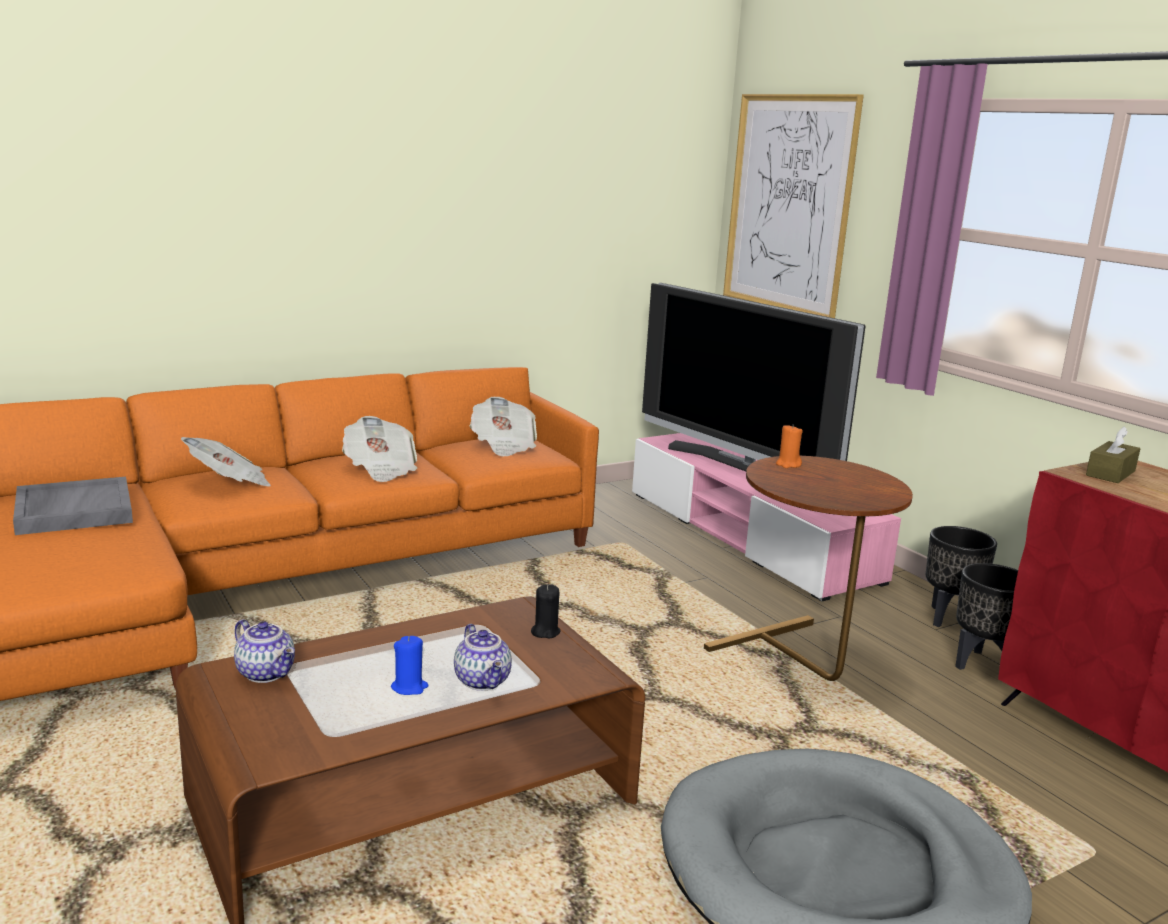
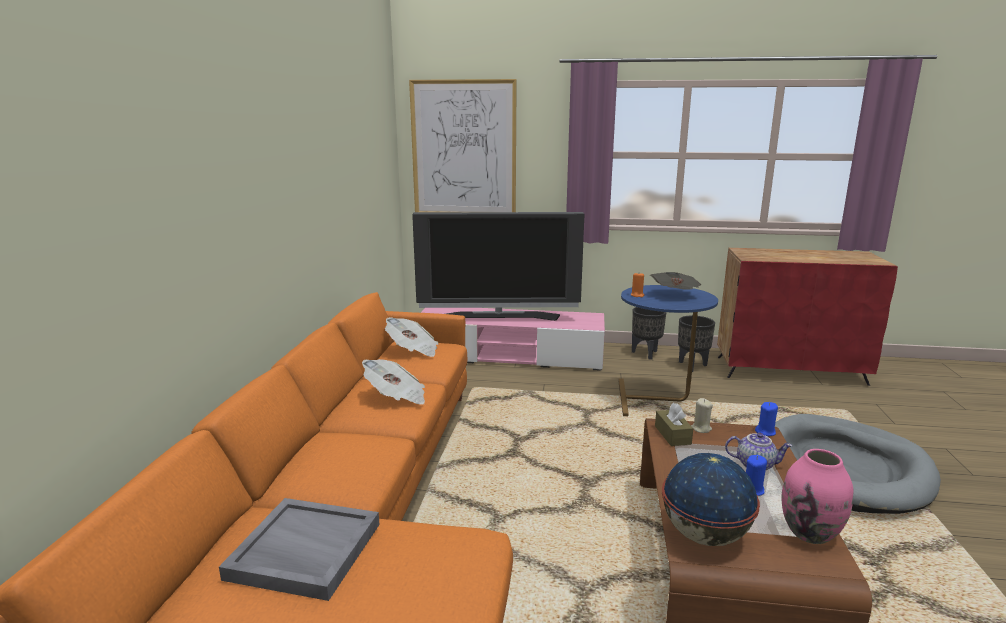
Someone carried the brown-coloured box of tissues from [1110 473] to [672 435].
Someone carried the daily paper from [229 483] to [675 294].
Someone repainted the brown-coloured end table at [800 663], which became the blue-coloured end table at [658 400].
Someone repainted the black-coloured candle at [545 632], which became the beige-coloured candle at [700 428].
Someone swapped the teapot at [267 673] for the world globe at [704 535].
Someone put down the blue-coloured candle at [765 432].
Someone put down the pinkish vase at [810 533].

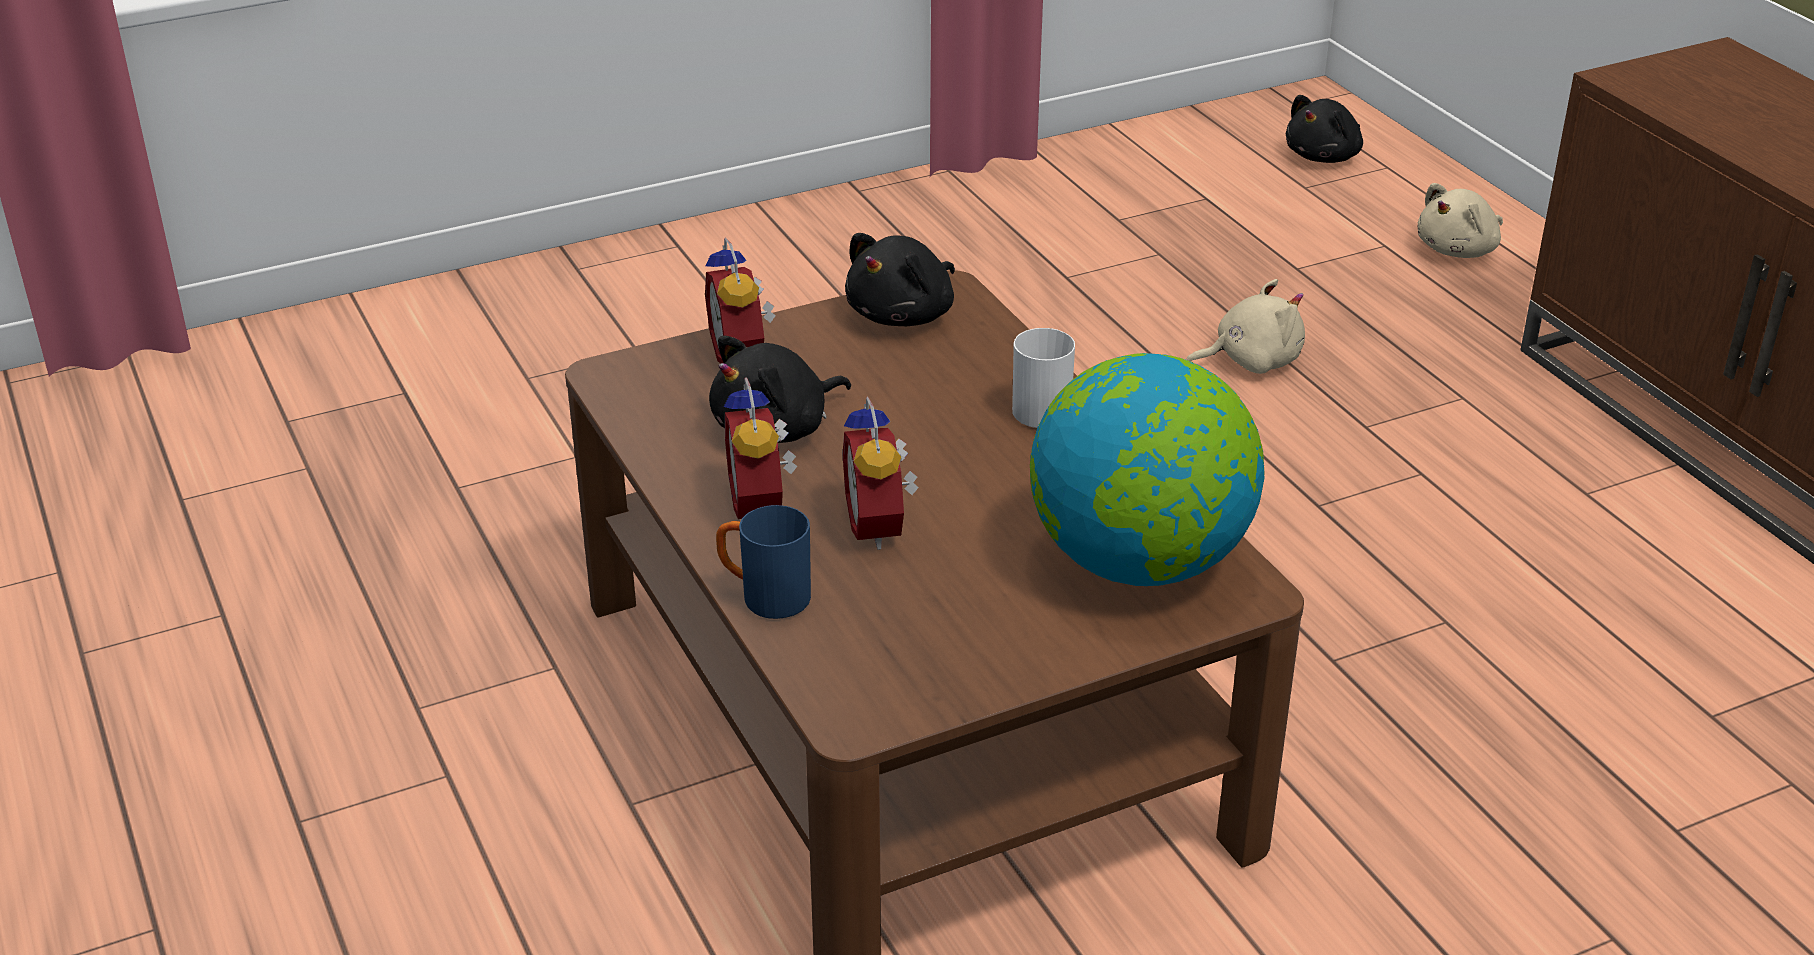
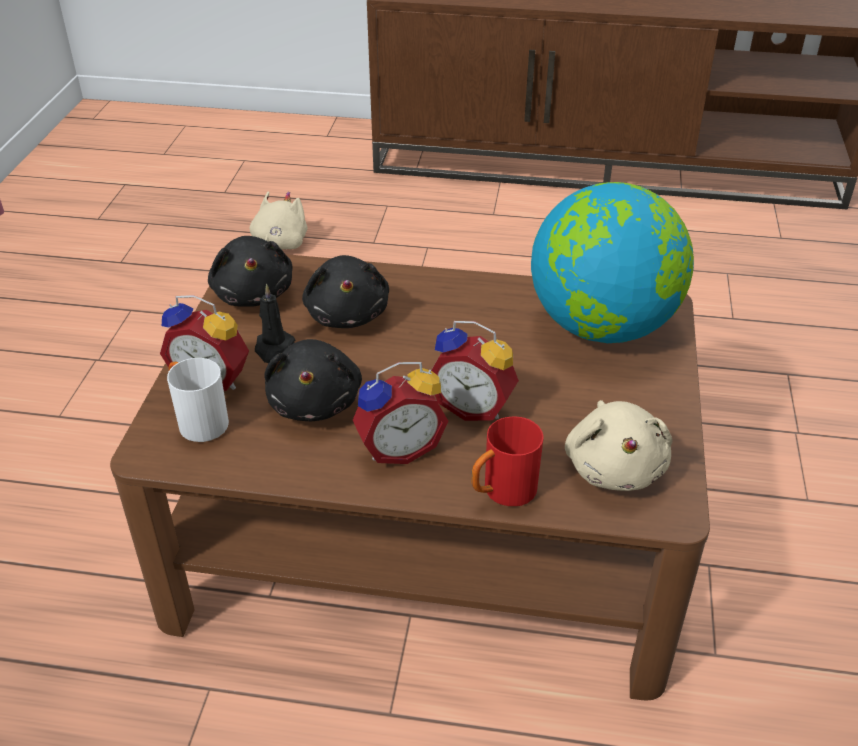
Someone carried the black-coloured cuddly toy from [1324 156] to [347 314].
Someone carried the beige-coloured cuddly toy from [1459 250] to [614 466].
Someone carried the white tea mug from [1043 406] to [197 421].
Someone rotated the table clock at [763 506] by 45 degrees counterclockwise.
Someone repainted the blue-coloured tea mug at [764 596], which became the reddish tea mug at [502 493].
Someone put down the black-coloured candle at [274 348].

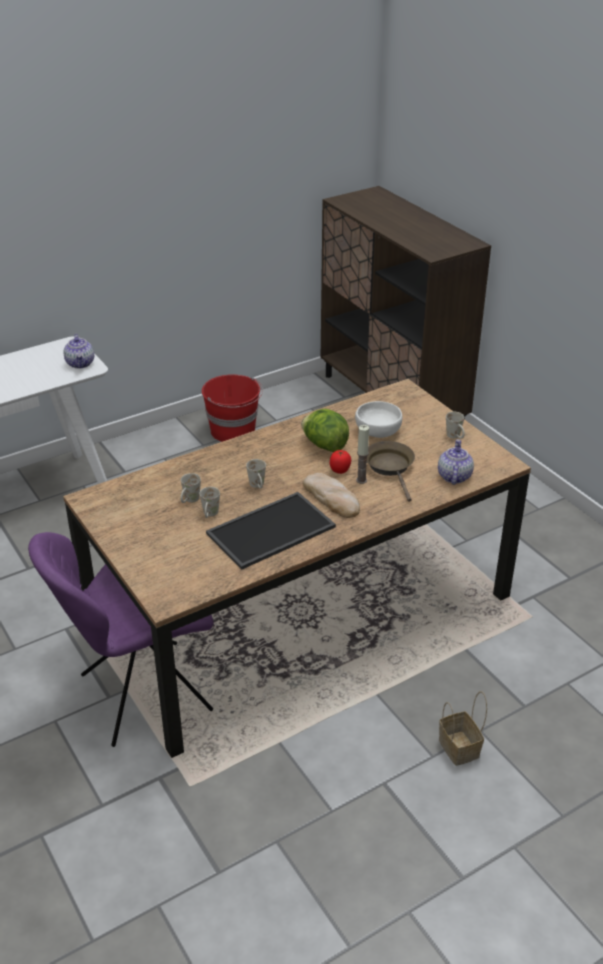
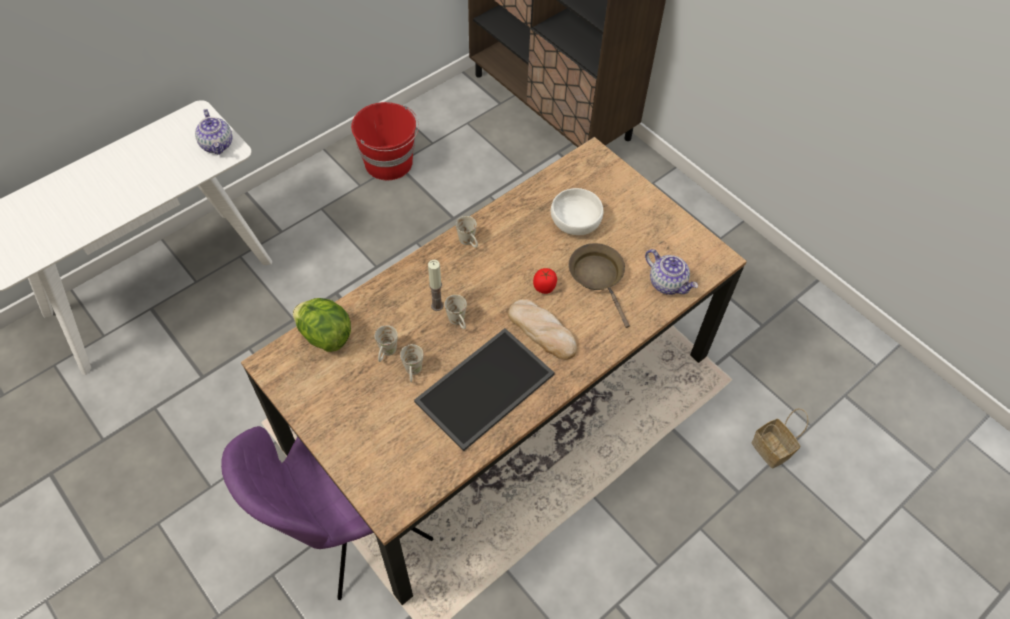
Someone carried the head of lettuce from [324 445] to [325 335].
Someone carried the white tea mug from [455 437] to [469 242].
Someone carried the candle from [361 480] to [437 306].
Someone rotated the teapot at [453 476] by 135 degrees clockwise.
Someone carried the basket from [460 749] to [772 450].

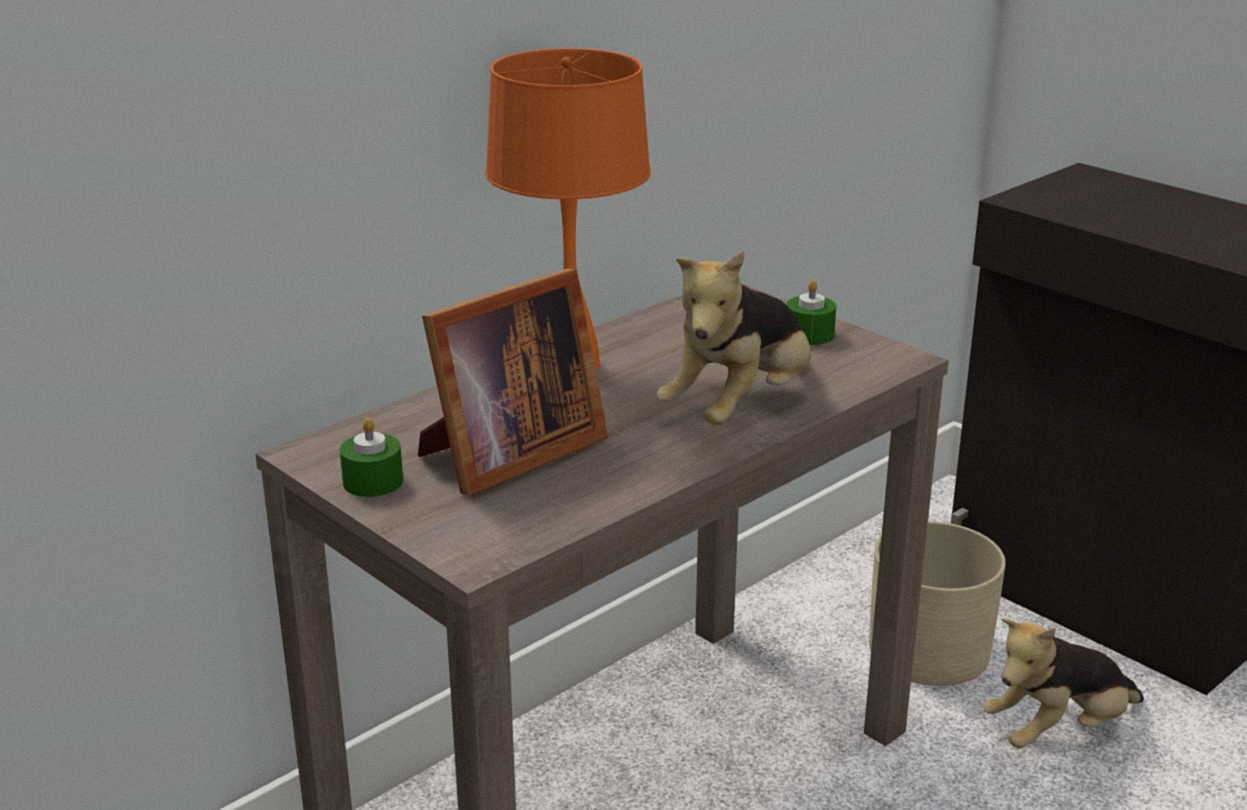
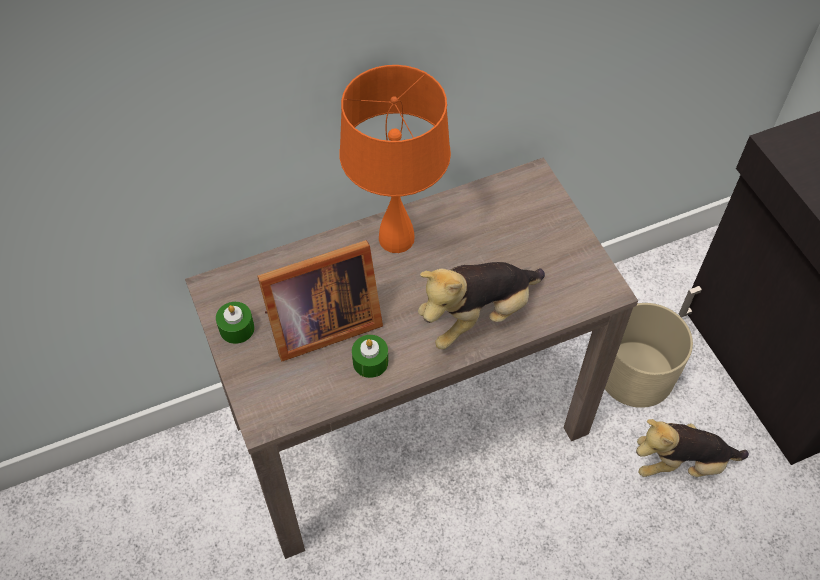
Someone carried the green-coloured candle from [809 334] to [370 362].

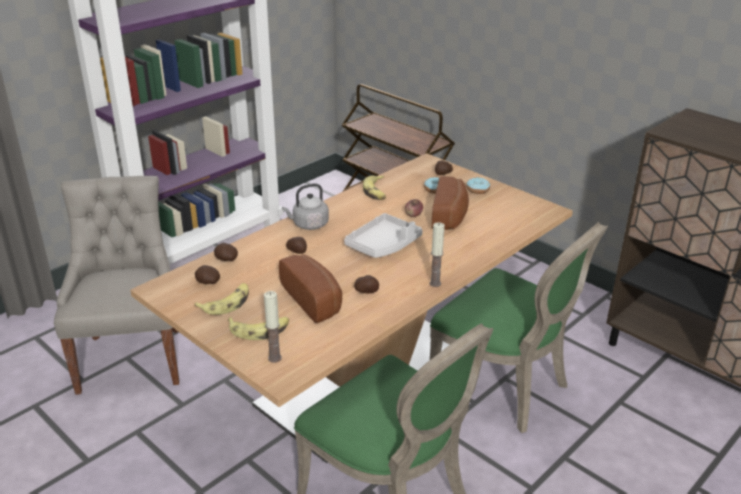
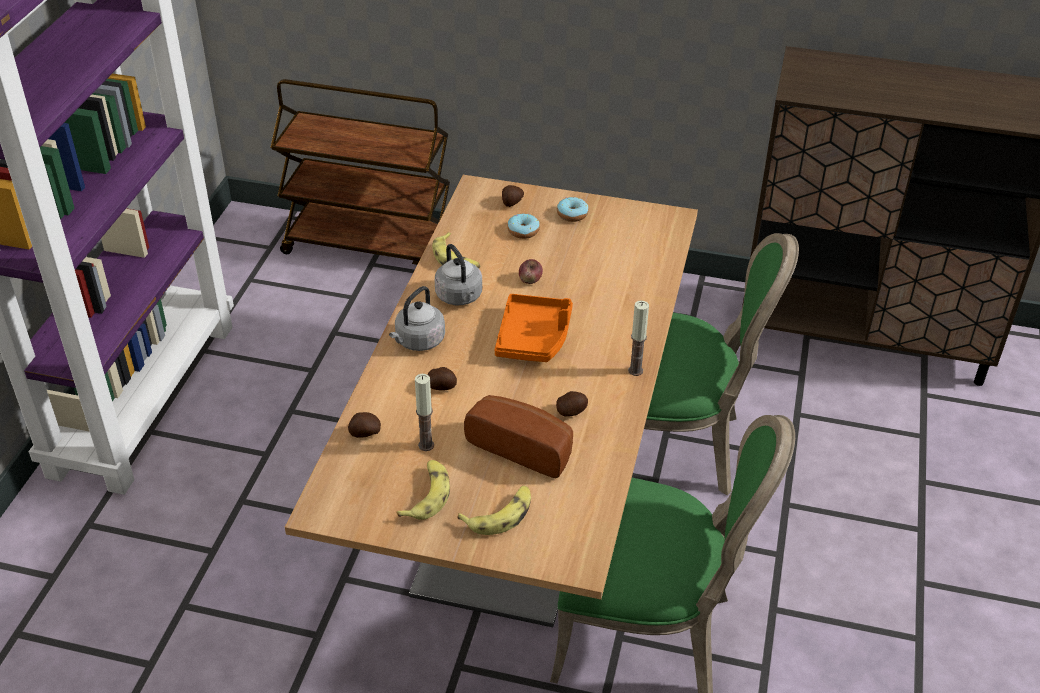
Someone took away the greyish upright chair at [132 357].
Someone took away the bread at [450 215].
Someone repainted the greyish serving tray at [384 245], which became the orange-coloured serving tray at [534 338].
Someone took away the spud at [208 282].
Someone carried the candle from [274 358] to [426 445].
Someone put down the greyish water kettle at [460 297].

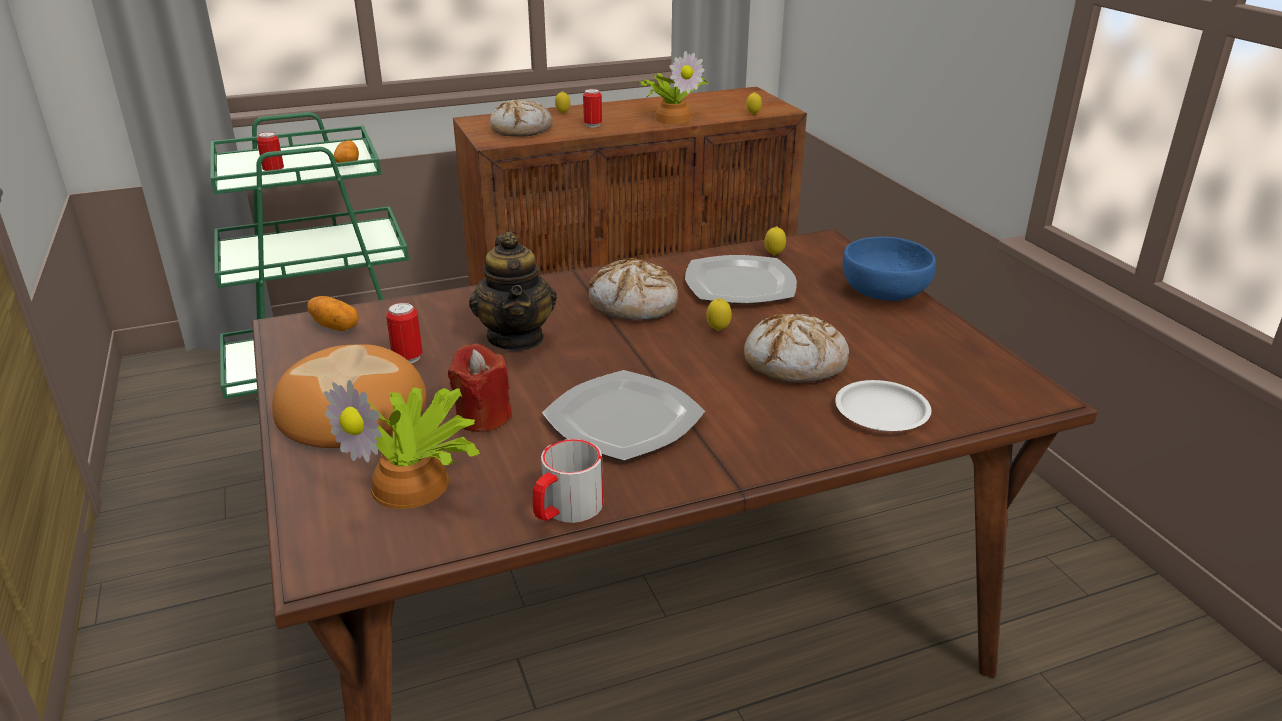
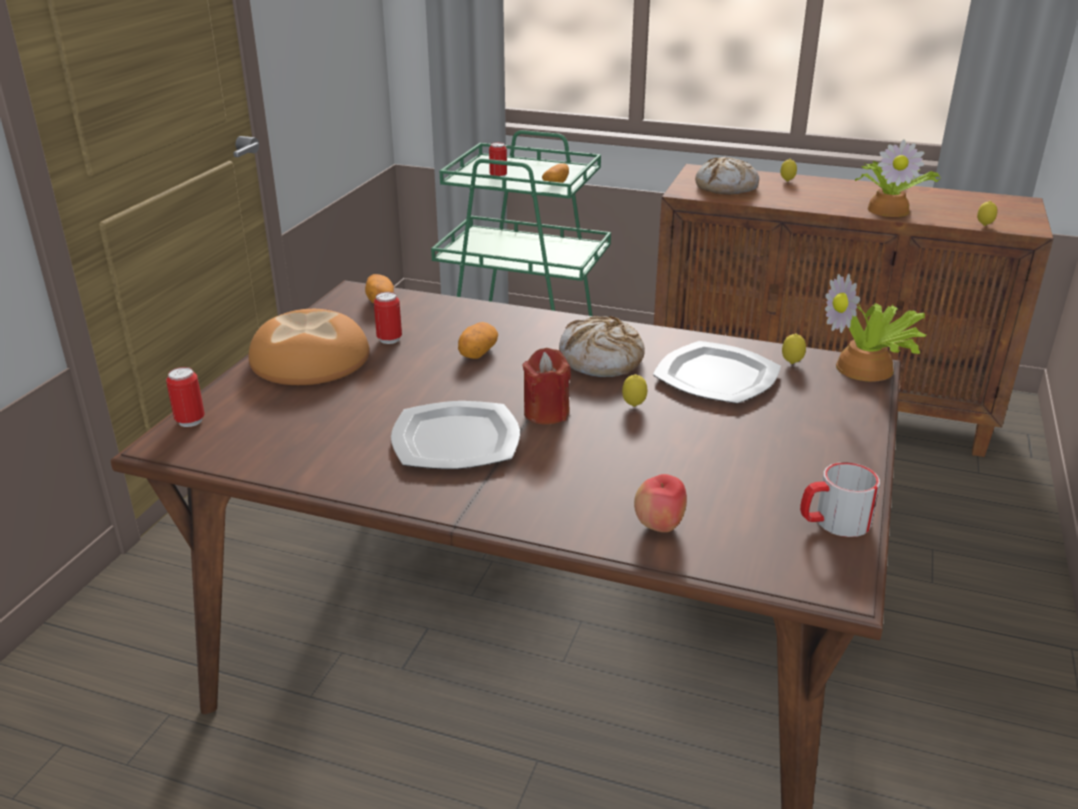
Someone carried the sealed can from [593 125] to [190 421].
Someone swapped the teapot at [516 338] for the spud at [477 353].
Someone took away the blue-coloured bowl at [883 291].
Someone took away the bread at [795 362].
Someone carried the reddish candle from [483 417] to [546 413].
Someone carried the potted plant from [416 483] to [868 369].
Someone swapped the white flat dish at [882 412] for the apple fruit at [659 527].
Someone carried the tea mug from [565 509] to [833 522].

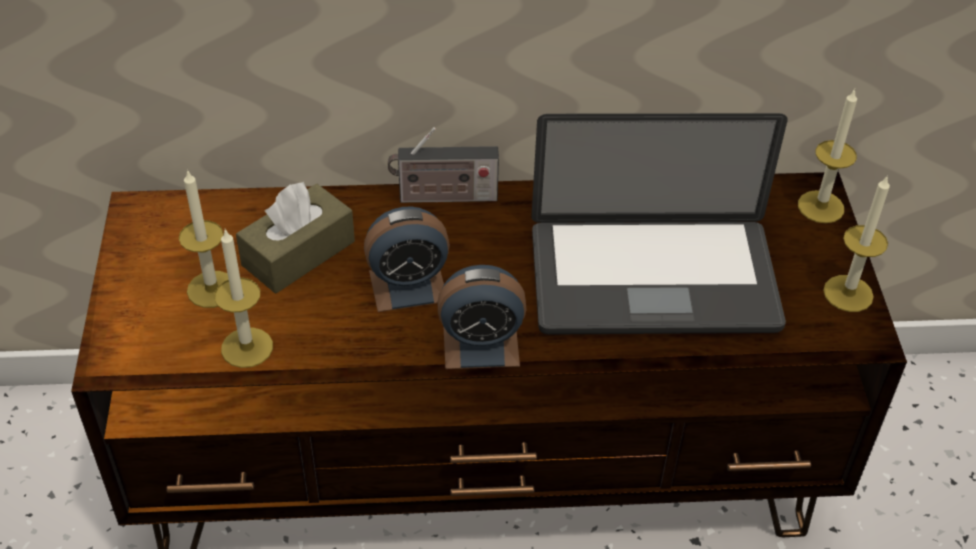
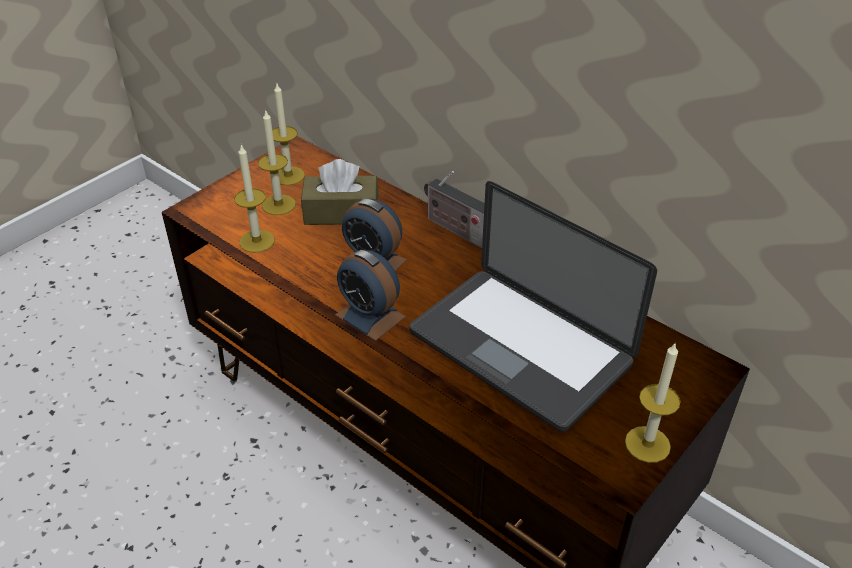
Someone carried the candle from [820 207] to [288 176].

